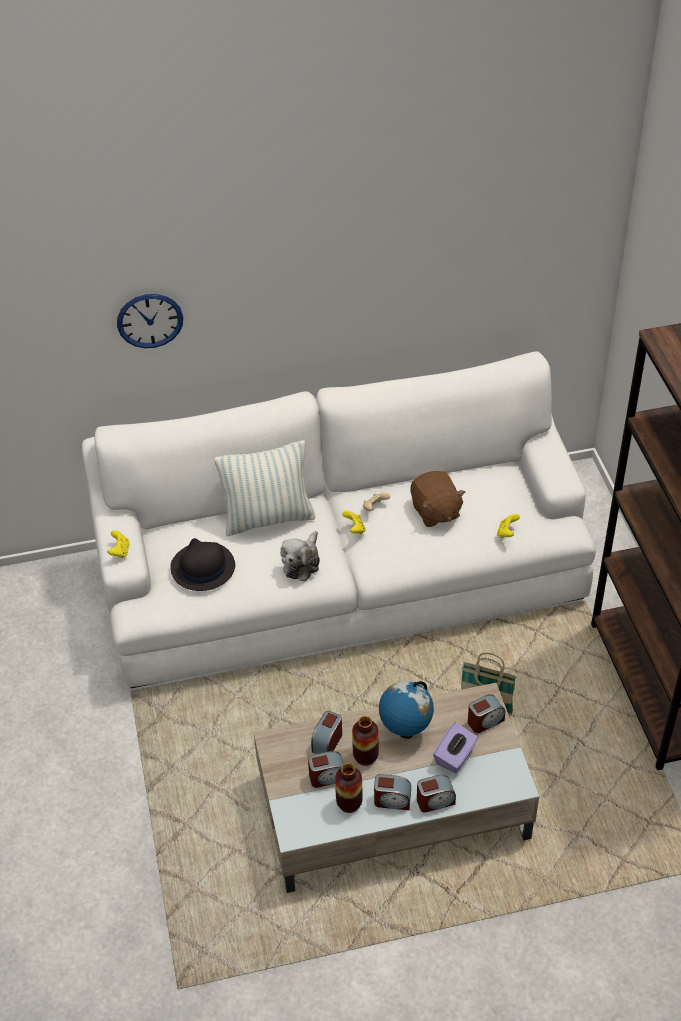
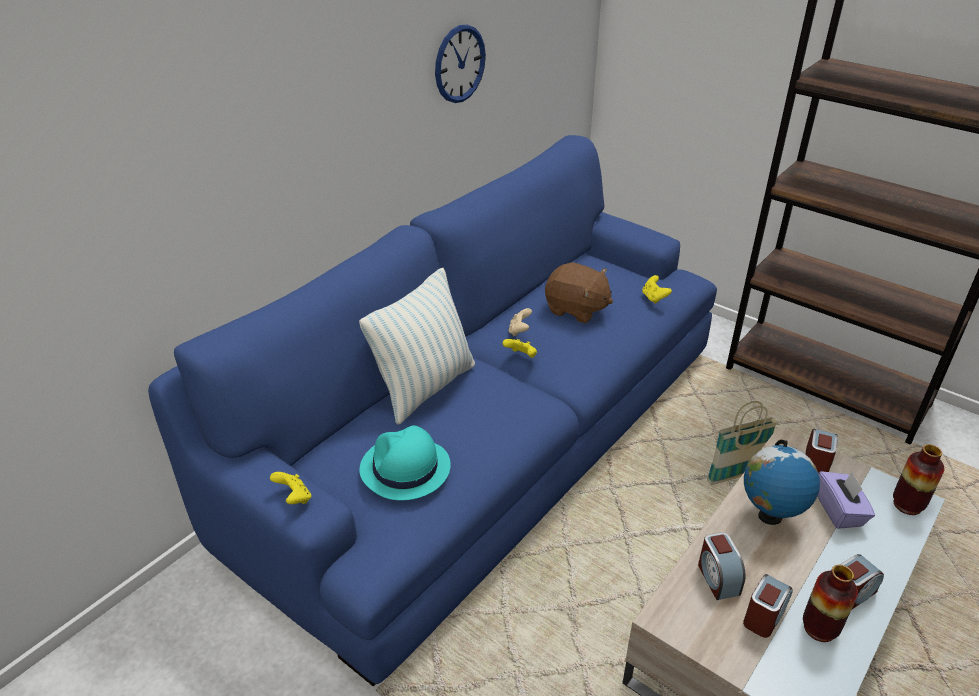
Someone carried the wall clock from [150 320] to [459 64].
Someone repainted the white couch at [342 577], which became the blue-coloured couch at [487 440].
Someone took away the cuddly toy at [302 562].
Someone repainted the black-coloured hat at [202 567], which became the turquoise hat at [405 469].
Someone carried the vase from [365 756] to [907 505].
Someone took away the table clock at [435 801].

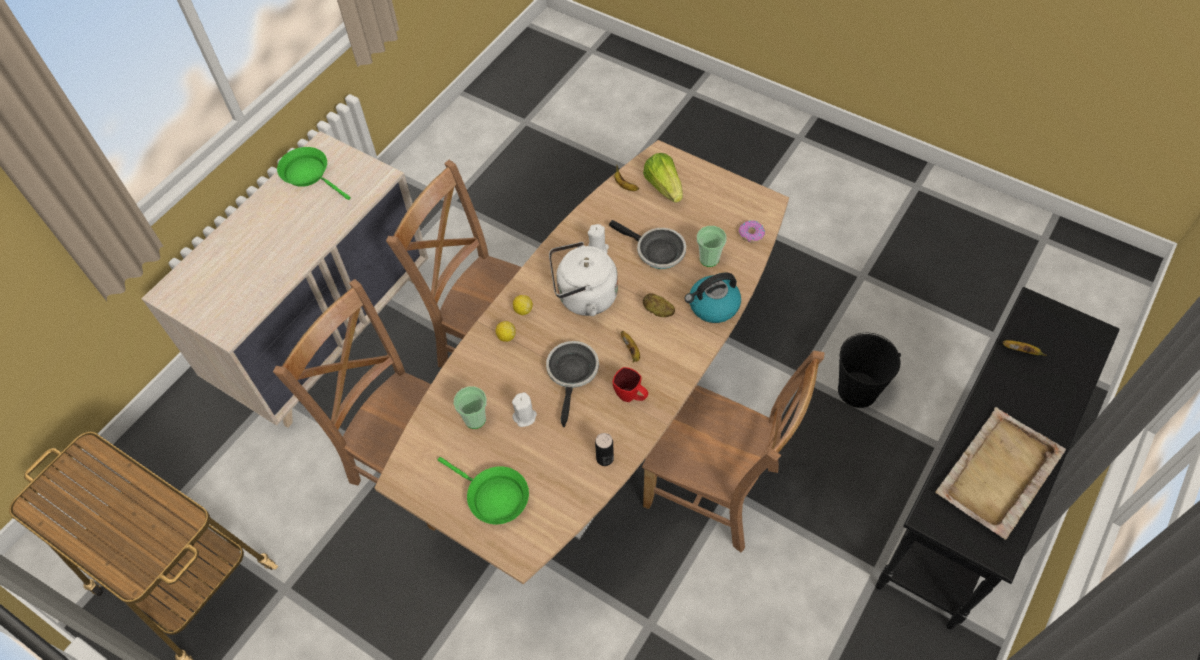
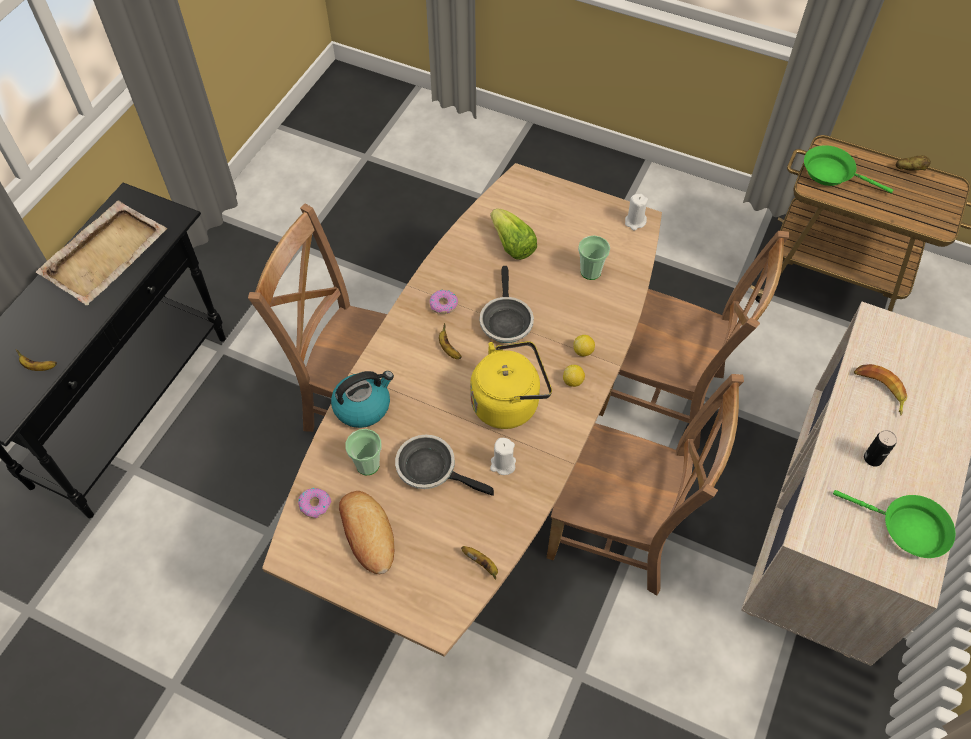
Someone carried the head of lettuce from [664 187] to [512 245].
Someone repainted the white water kettle at [583 297], which became the yellowish water kettle at [509 402].
Someone carried the spud from [658 311] to [910 169].
Someone took away the black-coloured pail at [857 390].
Someone swapped the reddish tea mug at [631 397] for the ring doughnut at [443 305].
Someone carried the white candle from [525 416] to [635 222].
Someone carried the sealed can from [605 458] to [872 458].
Someone carried the green-coloured skillet from [494 497] to [832 173].
Someone put down the banana at [880 390].
Someone put down the bread at [367 534].

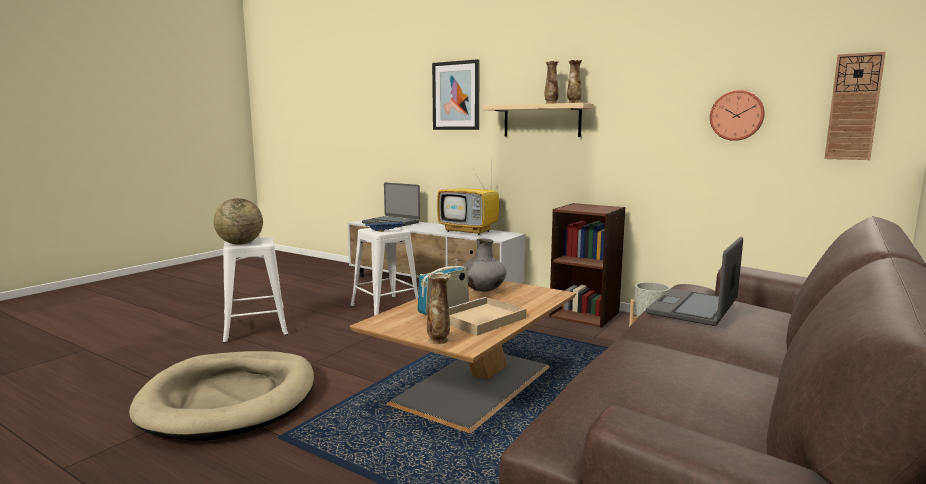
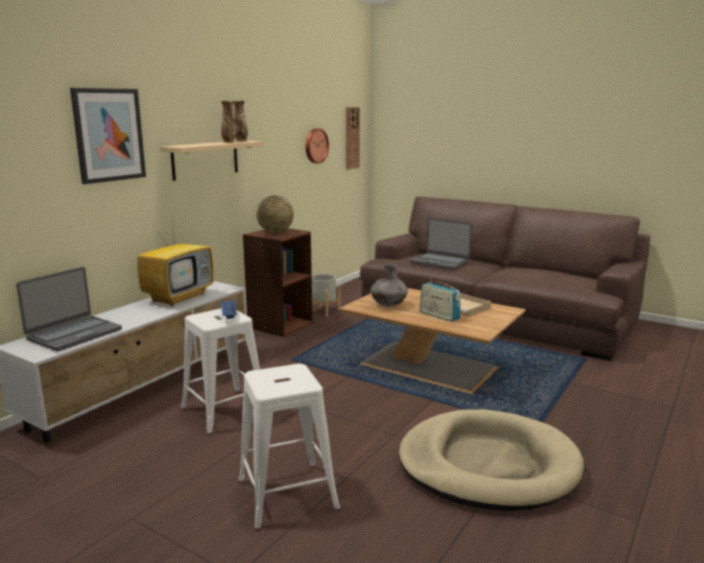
Someone carried the world globe from [240 243] to [275 232].
Someone took away the vase at [438 340].

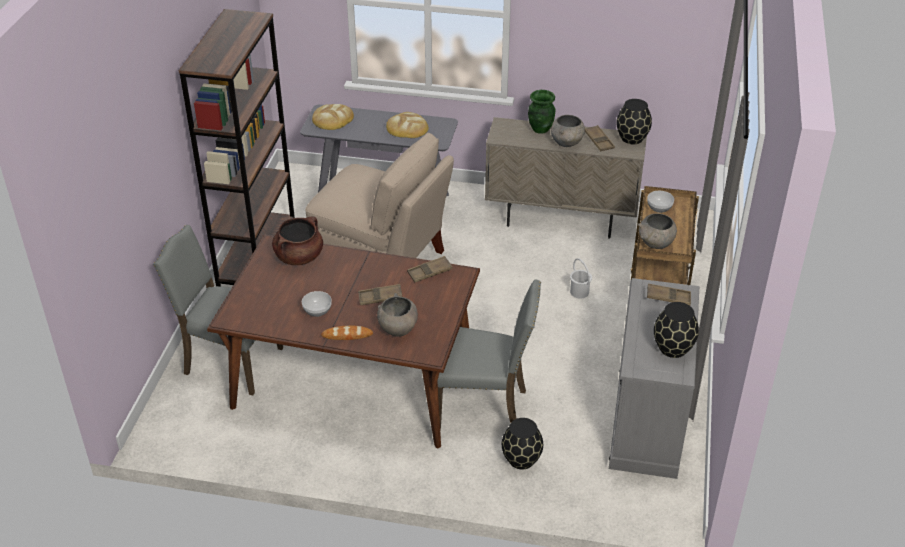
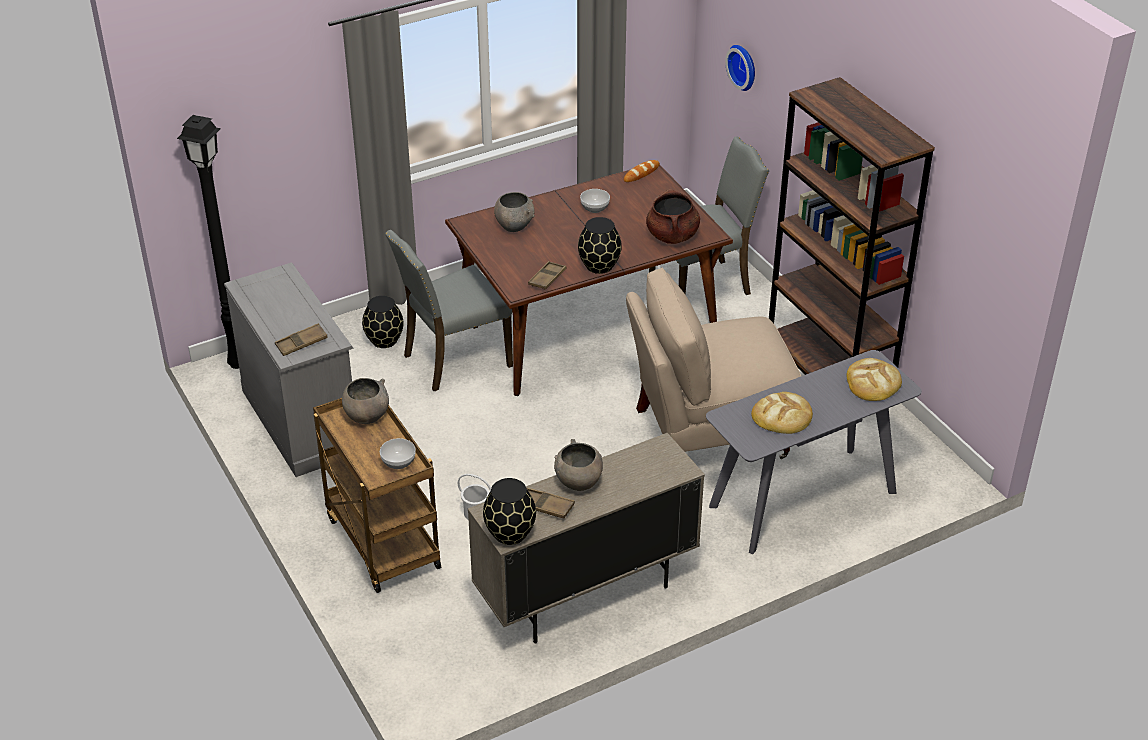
Someone took away the green-coloured vase at [540 129].
Someone took away the brown-coloured serving tray at [380 297].
Someone carried the black-coloured vase from [673 348] to [599 266].
Someone carried the bread from [347 335] to [641 173].
Someone put up the wall clock at [744 66].
Someone put down the black-coloured standard lamp at [237 363].

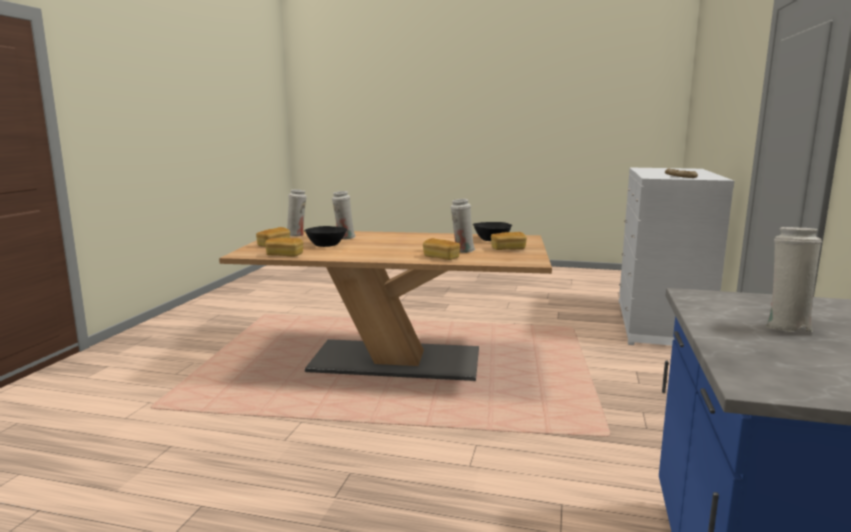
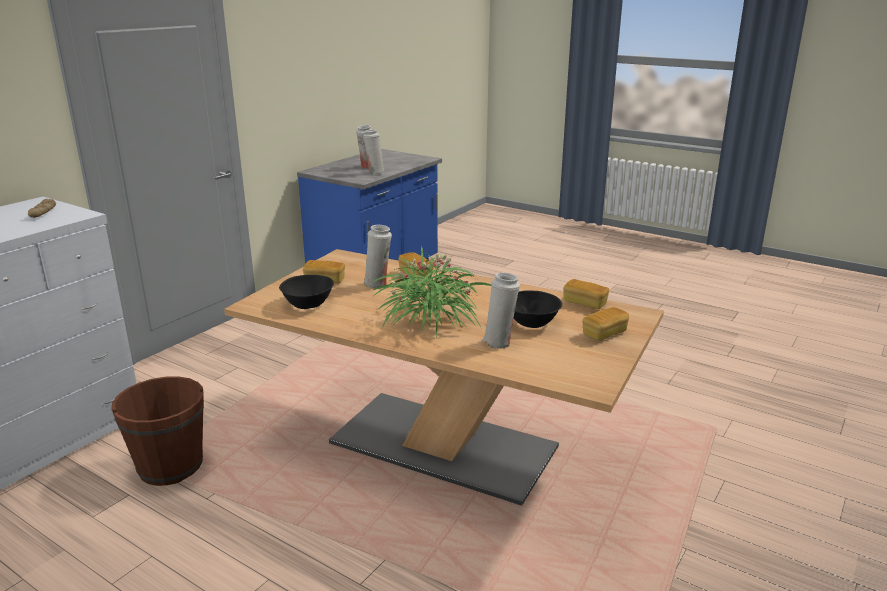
Someone carried the white vase from [297 235] to [374 173].
Someone put down the potted plant at [430 319].
Someone put down the brown-coloured pail at [170 466].

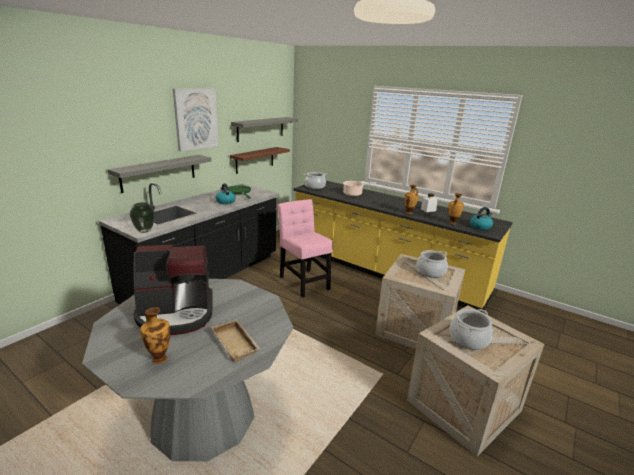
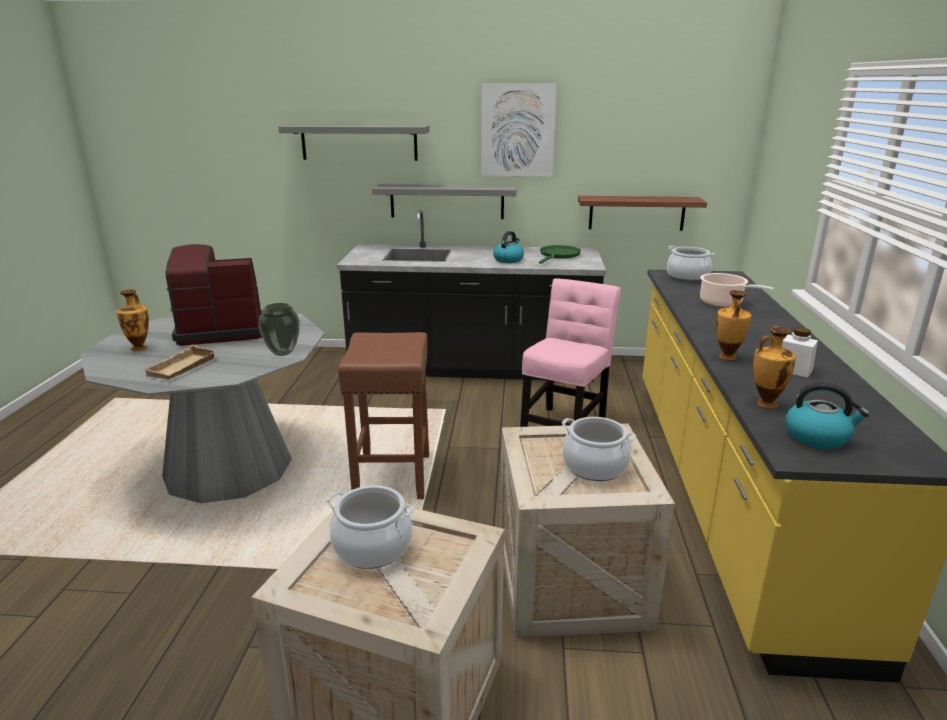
Someone carried the greyish shelf from [261 129] to [359 142].
Someone carried the vase from [144 231] to [282 353].
Someone rotated the coffee machine at [176 313] by 120 degrees clockwise.
Someone put down the brown-coloured stool at [392 477].

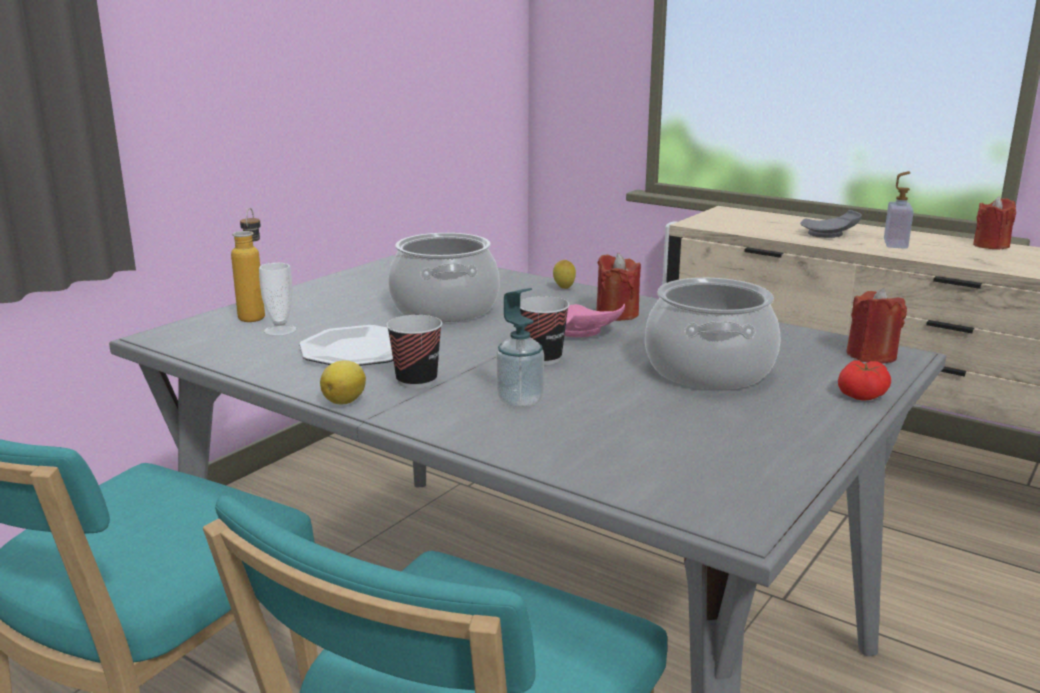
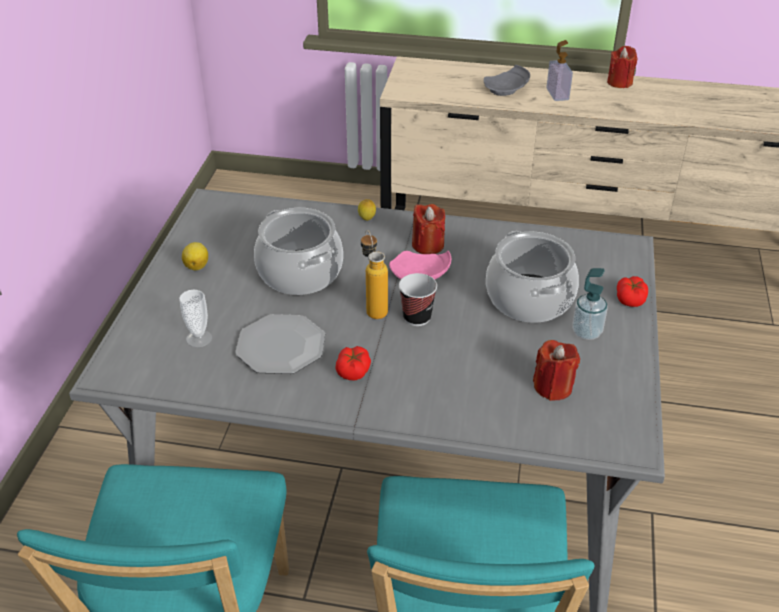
Someone carried the beverage bottle from [255 315] to [373 307].
Someone carried the liquid soap bottle from [520 401] to [586 332].
Someone carried the reddish candle from [871 355] to [553 387].
Someone swapped the cup at [416 381] for the whole tomato at [353 370].
Someone carried the lemon from [345 401] to [197 266].

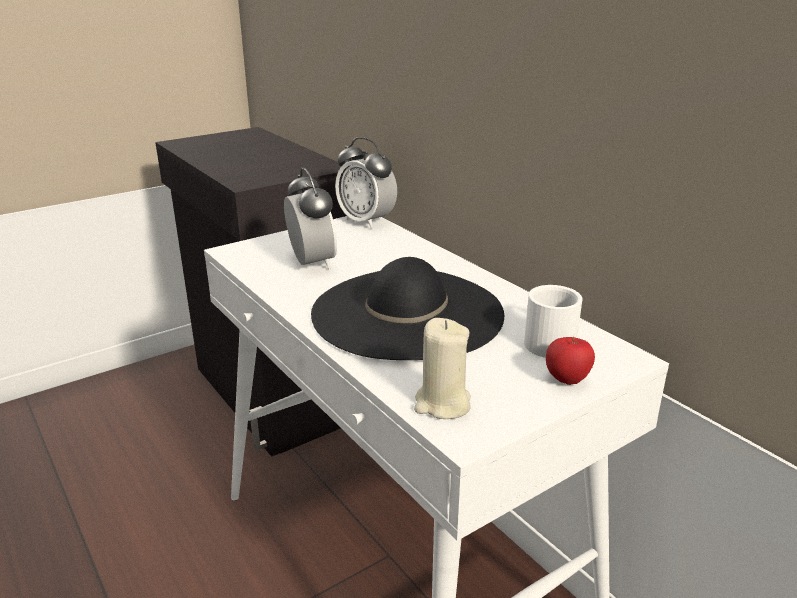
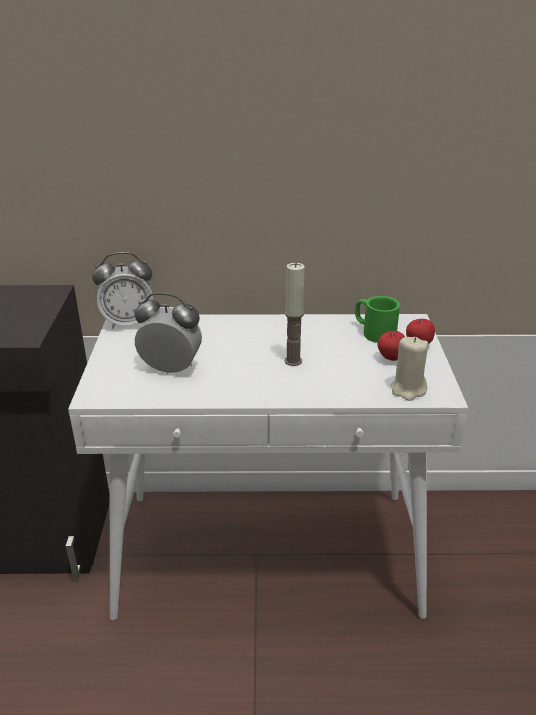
Someone swapped the black-coloured hat at [407 313] for the candle at [293 361].
Someone repainted the white tea mug at [549 339], which became the green-coloured tea mug at [373 332].
Someone put down the apple fruit at [390 359].

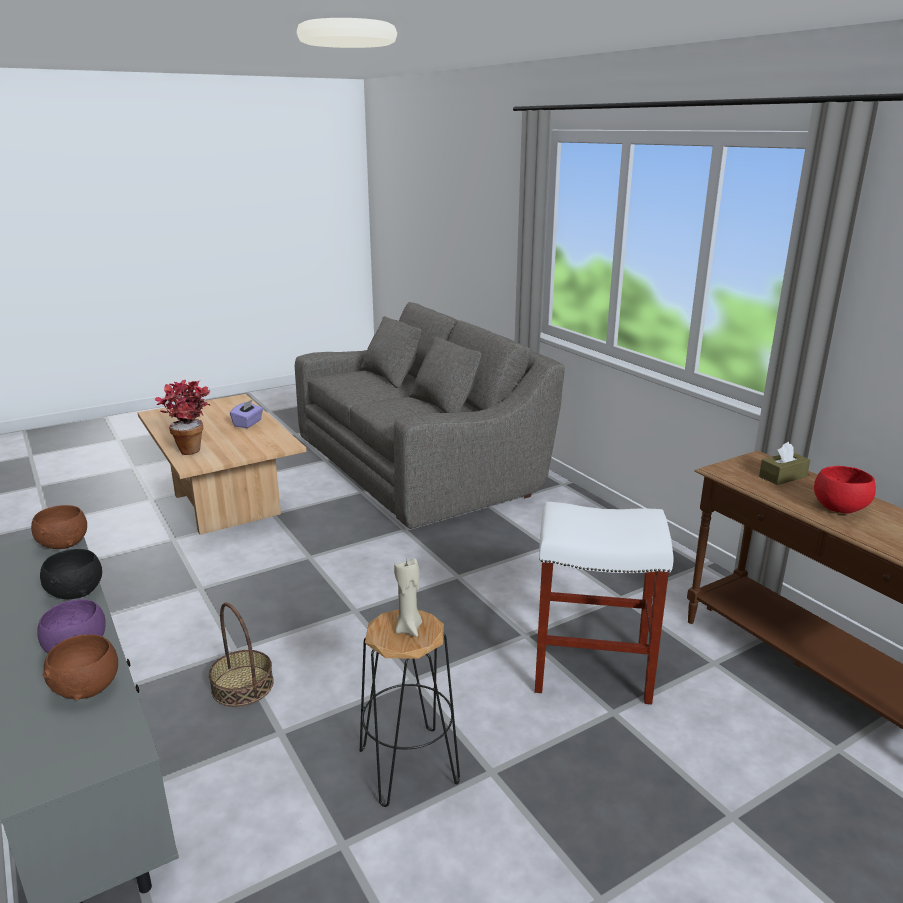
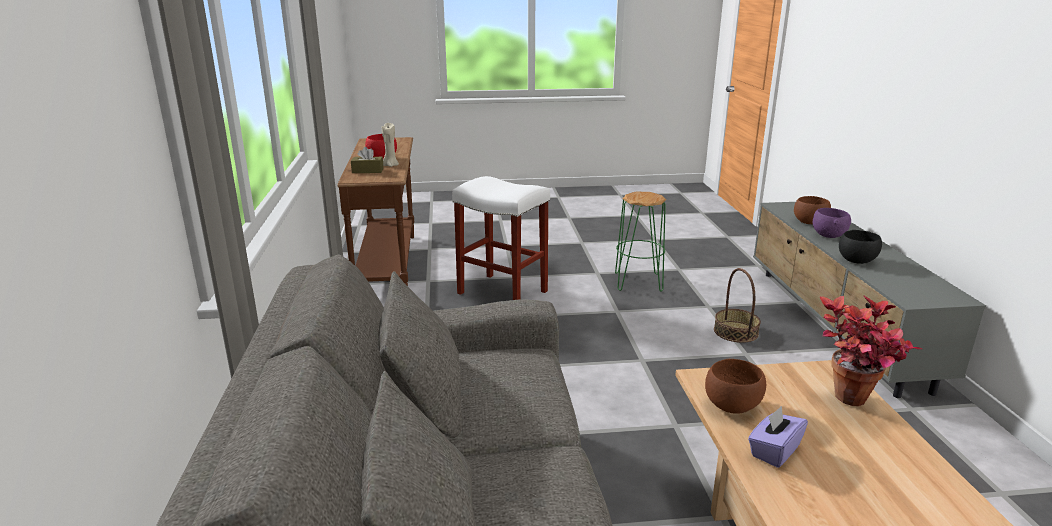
Someone carried the brown-coloured bowl from [64 544] to [731 406].
Someone carried the beige-coloured candle from [409 628] to [390 165].
Someone repainted the black-coloured stool at [409 766], which became the green-coloured stool at [638 282].

